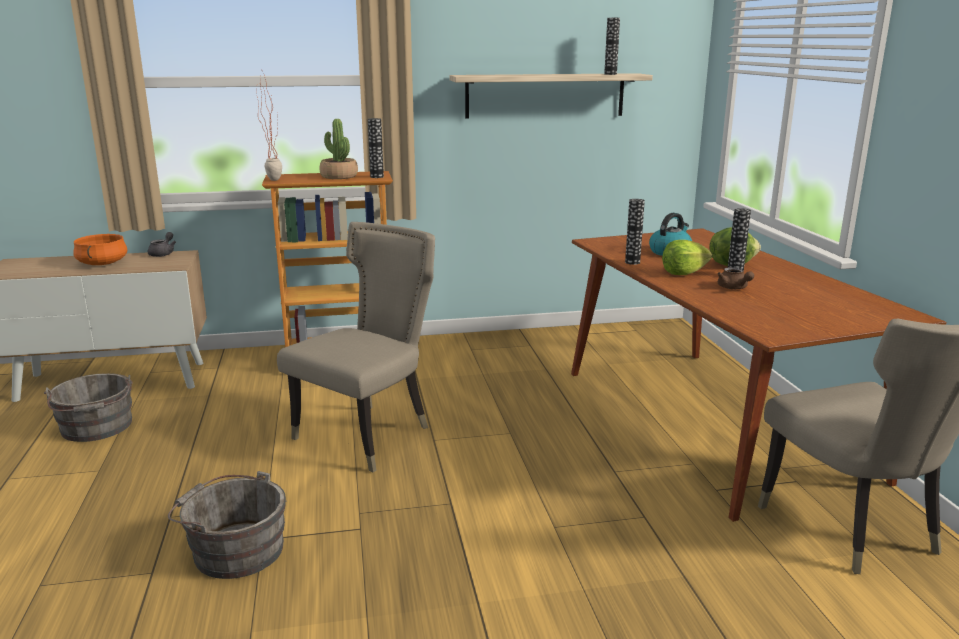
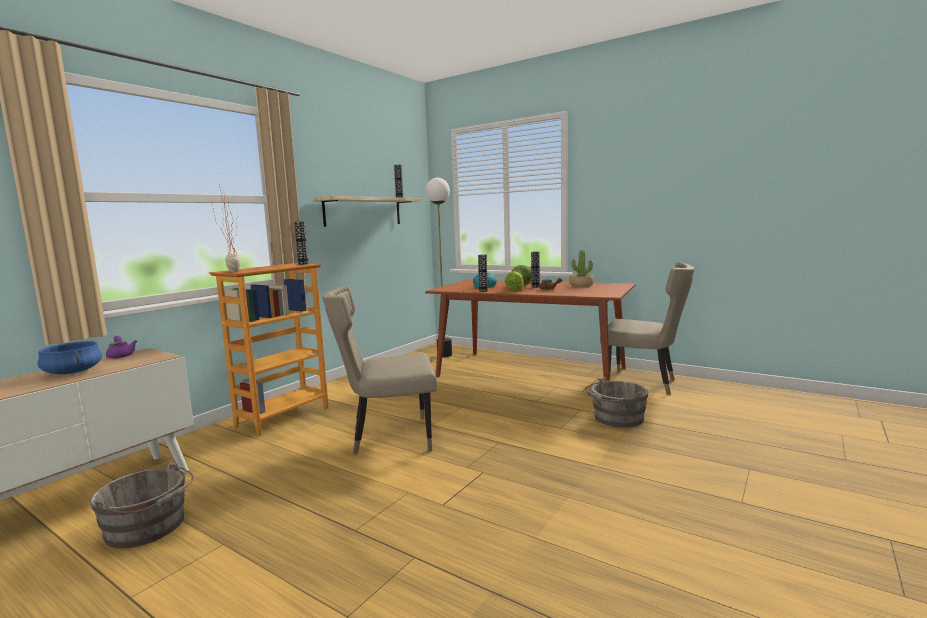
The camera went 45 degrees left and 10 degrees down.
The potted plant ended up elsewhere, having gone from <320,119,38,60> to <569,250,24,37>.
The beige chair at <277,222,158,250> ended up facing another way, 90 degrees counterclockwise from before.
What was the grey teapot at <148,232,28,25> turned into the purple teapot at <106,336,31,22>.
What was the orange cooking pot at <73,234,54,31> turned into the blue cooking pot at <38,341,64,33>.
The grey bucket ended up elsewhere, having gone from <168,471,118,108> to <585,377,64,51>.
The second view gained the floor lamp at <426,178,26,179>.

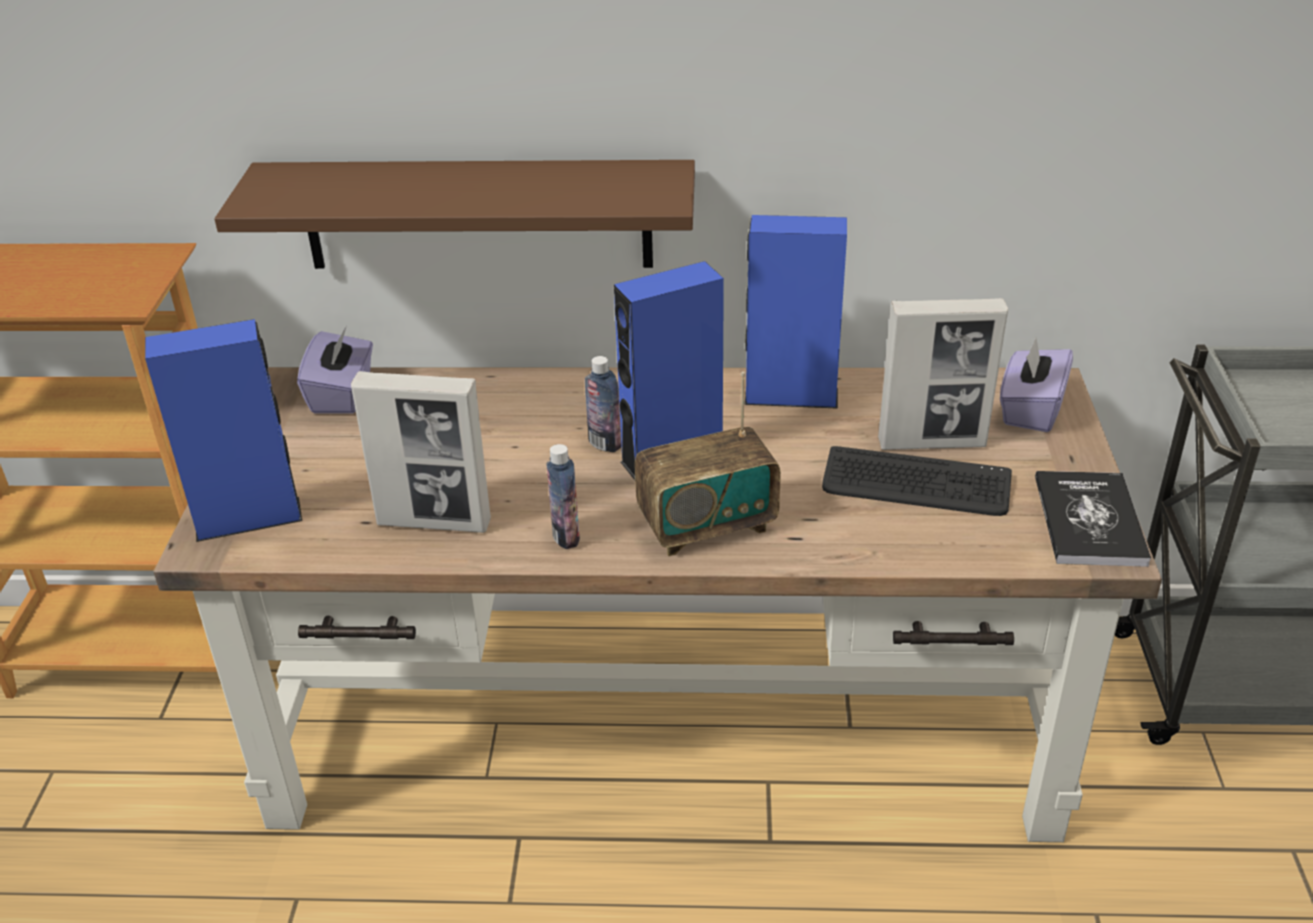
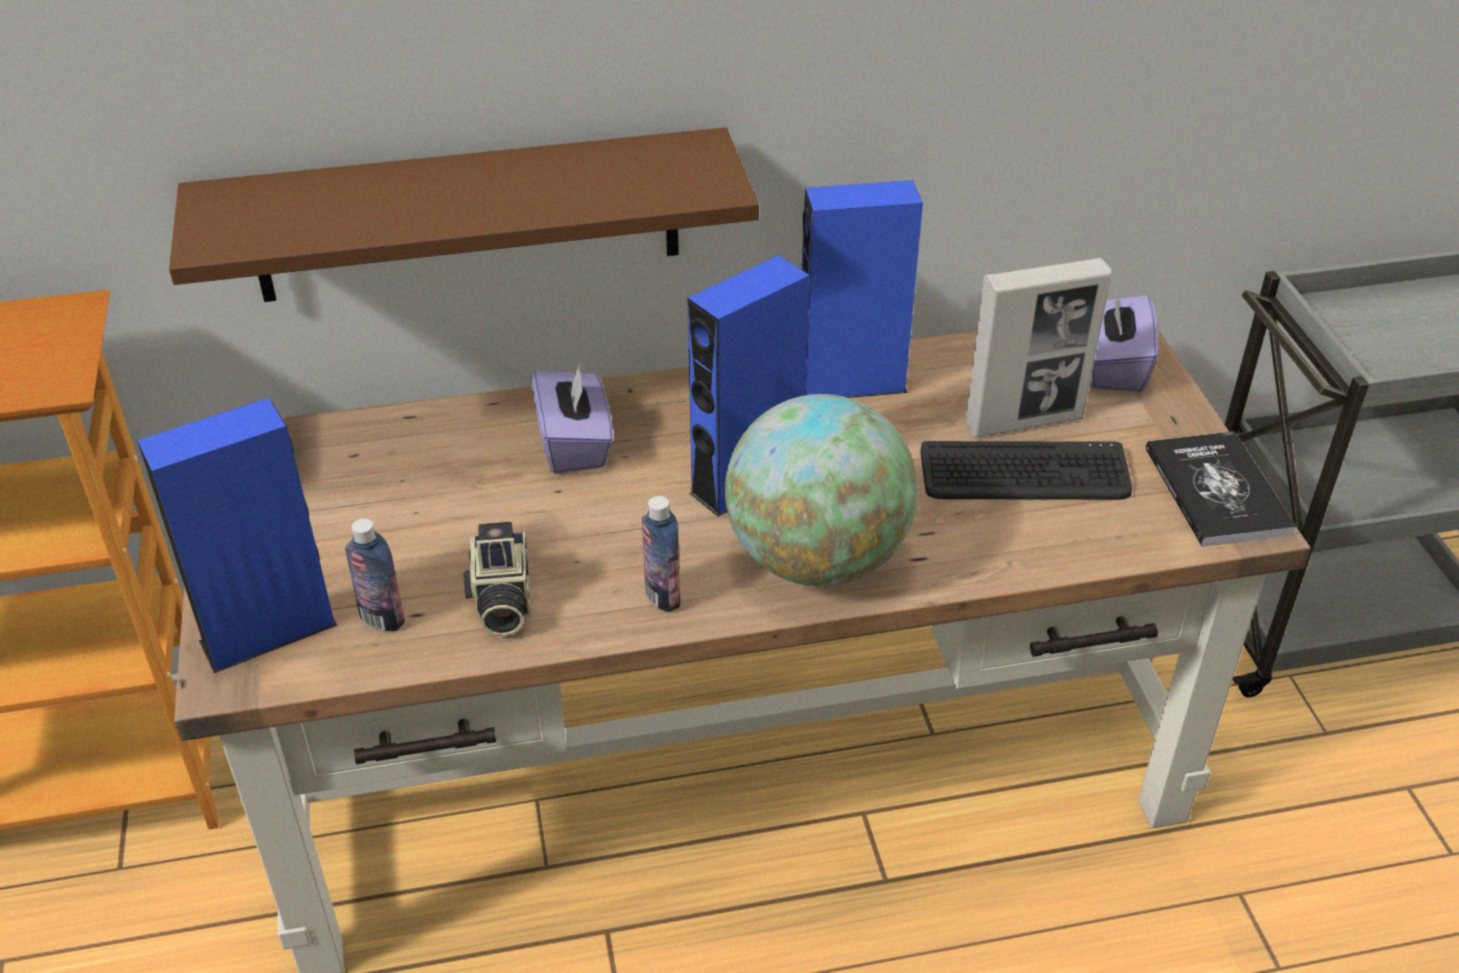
The camera went 15 degrees left and 5 degrees up.
The purple tissue box ended up elsewhere, having gone from <297,327,76,87> to <532,363,81,111>.
The bottle ended up elsewhere, having gone from <585,356,36,96> to <345,518,60,113>.
Where the picture frame stood at <351,371,140,162>, the photo camera came to stand at <463,522,68,114>.
Where the radio stood at <635,372,146,184>, the globe came to stand at <725,394,193,193>.

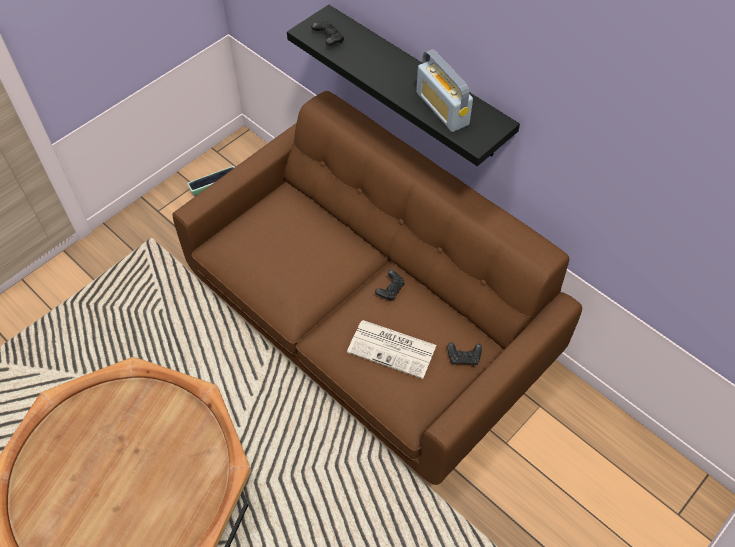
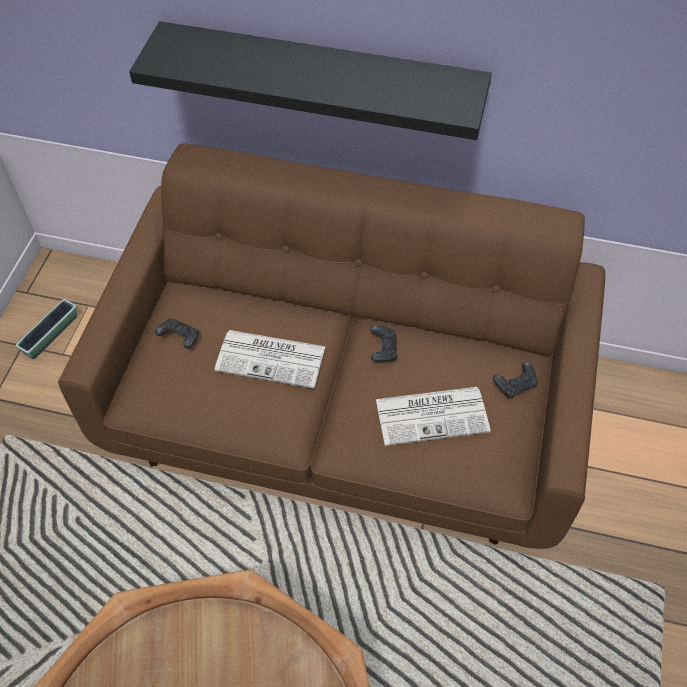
The camera went 30 degrees left and 0 degrees up.
The black game controller ended up elsewhere, having gone from <311,21,33,25> to <155,318,44,31>.
The second view lost the radio at <416,49,57,83>.
The second view gained the newspaper at <214,330,112,59>.

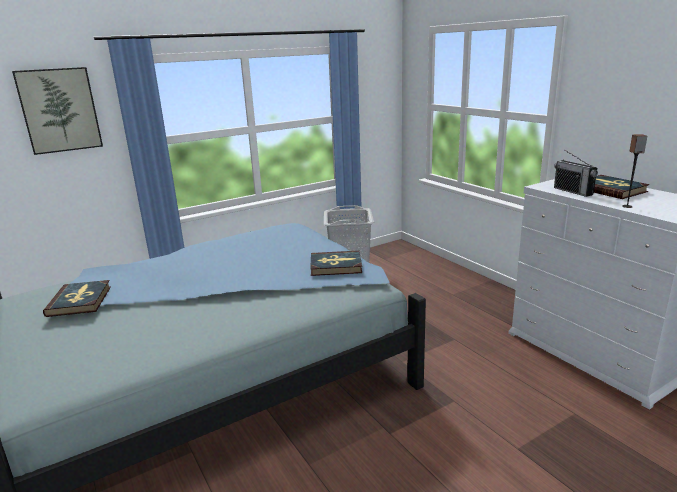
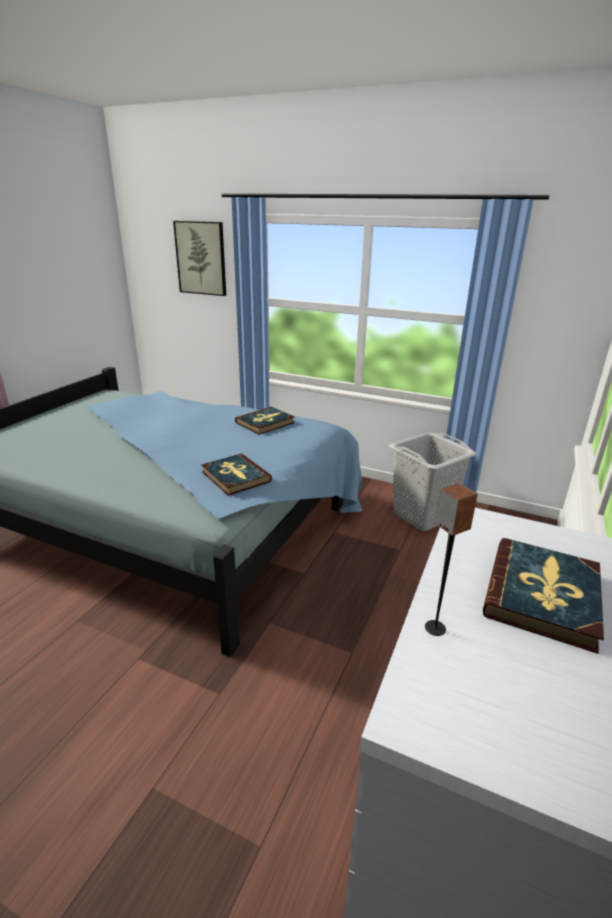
The camera went 55 degrees right and 5 degrees up.
The second view lost the radio at <554,150,44,47>.
The book ended up elsewhere, having gone from <43,280,68,37> to <235,407,60,28>.

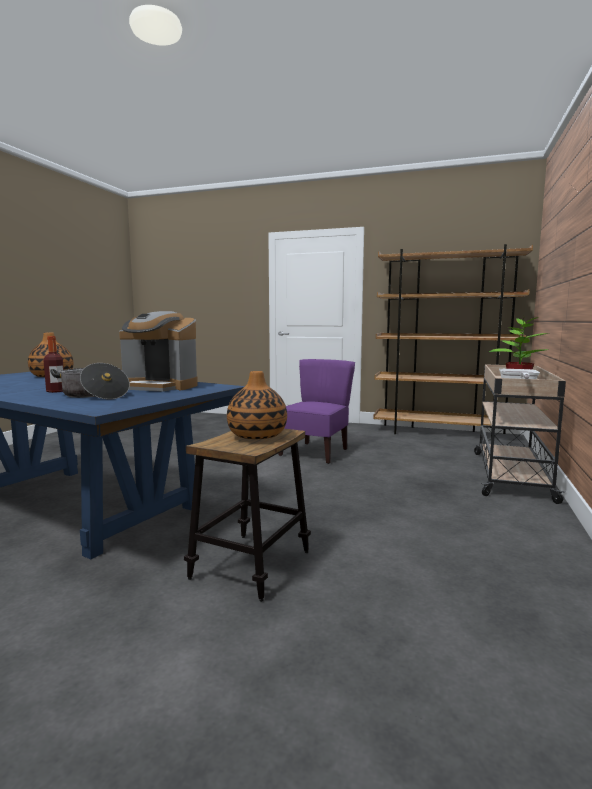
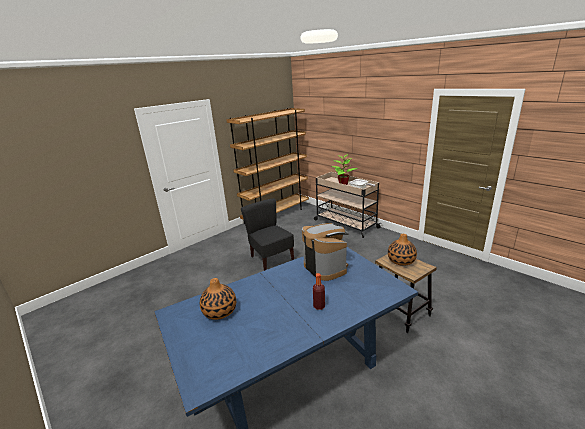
The camera went 60 degrees left and 15 degrees up.
The coffee machine at <119,311,79,81> ended up facing another way, 75 degrees counterclockwise from before.
What was the purple chair at <278,359,77,105> turned into the black chair at <241,198,53,73>.
The second view lost the cooking pot at <50,363,80,36>.

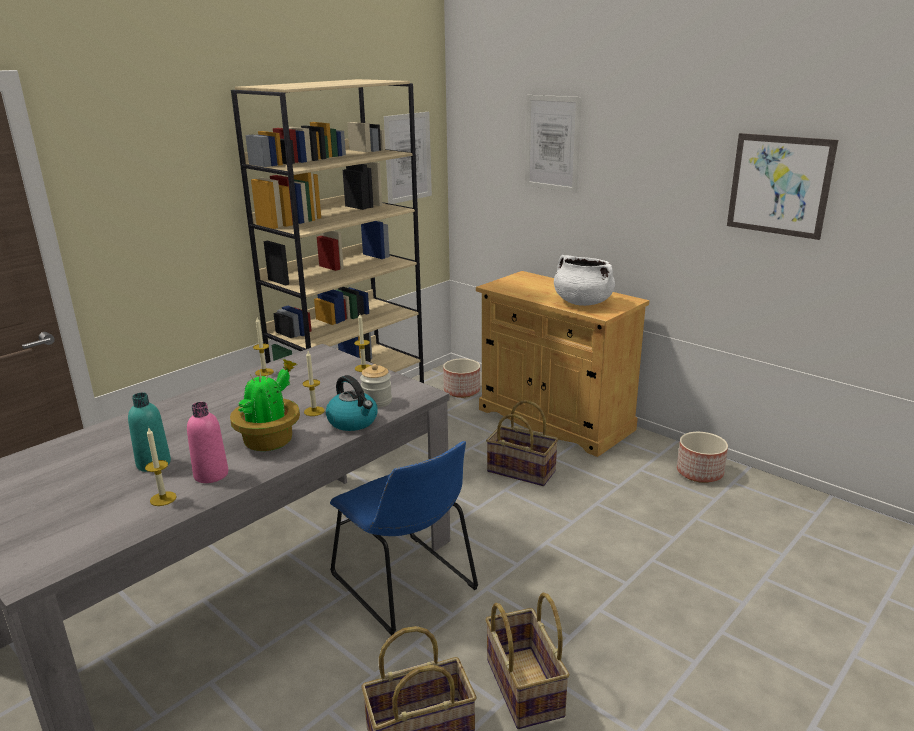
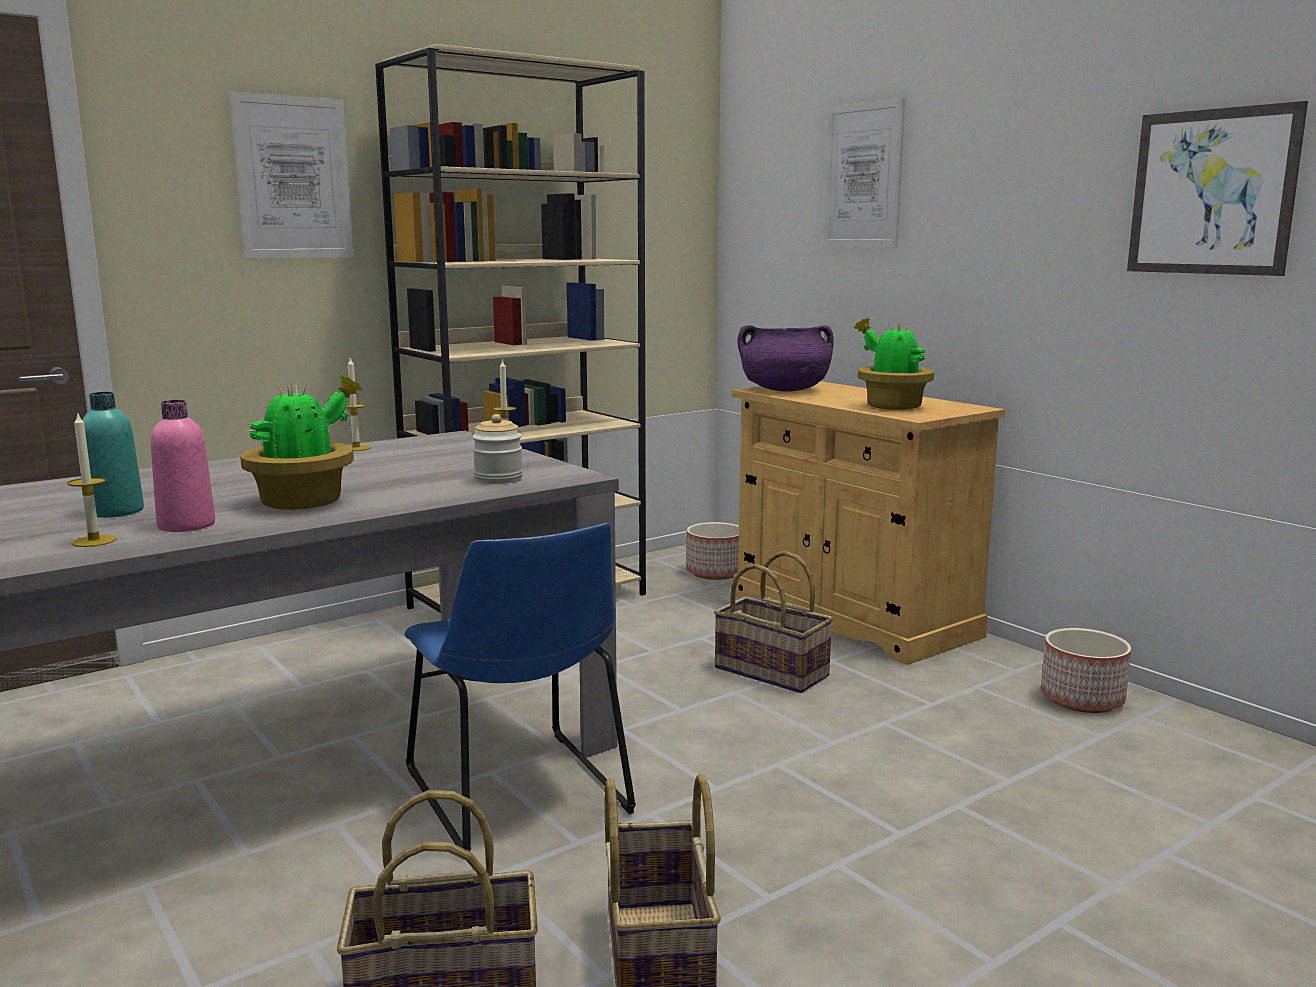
The camera went 10 degrees right and 10 degrees down.
The picture ended up elsewhere, having gone from <384,112,48,92> to <229,92,125,167>.
Where the white cooking pot stood at <554,255,61,51>, the potted plant came to stand at <854,318,80,92>.
The second view lost the candle at <303,351,22,65>.
The second view lost the kettle at <326,375,52,56>.
The second view gained the purple cooking pot at <737,325,97,67>.

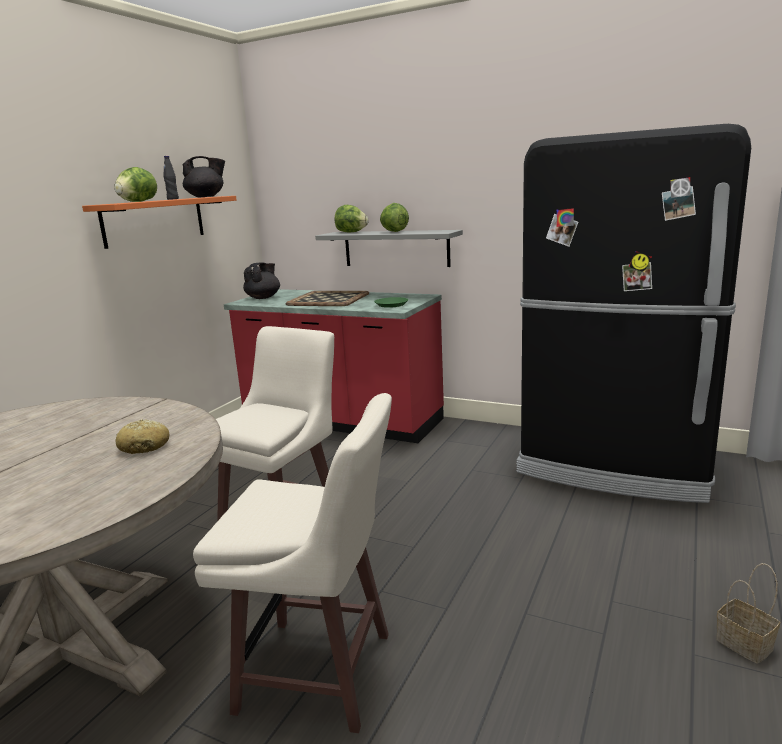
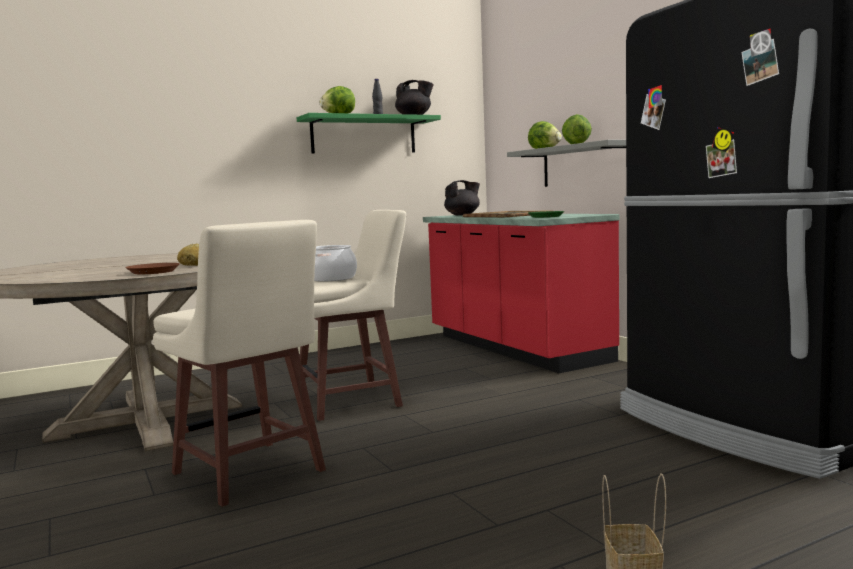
The camera went 35 degrees right and 10 degrees down.
What was the orange shelf at <82,196,155,53> turned into the green shelf at <297,113,144,41>.
The second view gained the cooking pot at <314,245,43,36>.
The second view gained the brown plate at <125,263,55,11>.

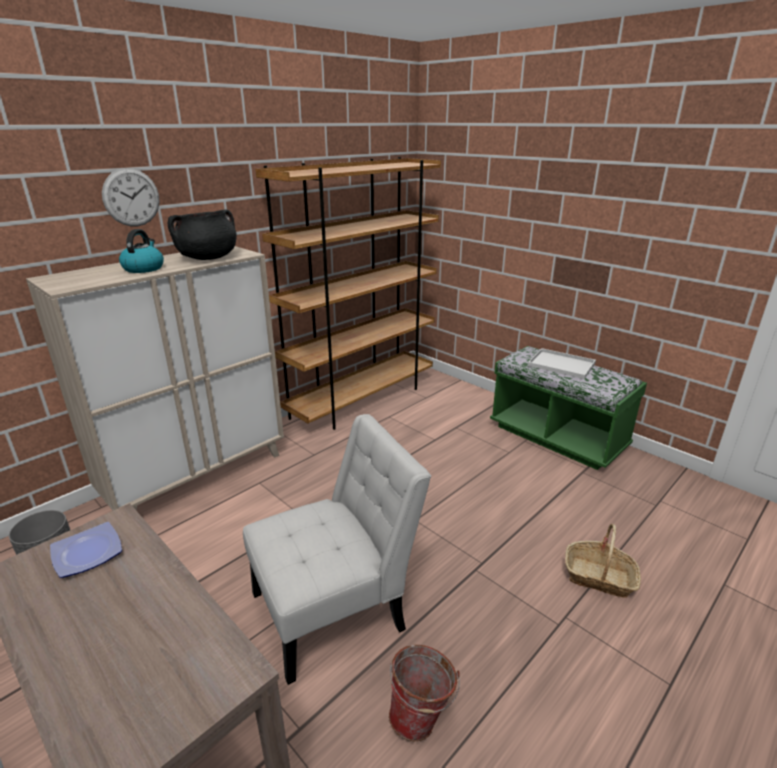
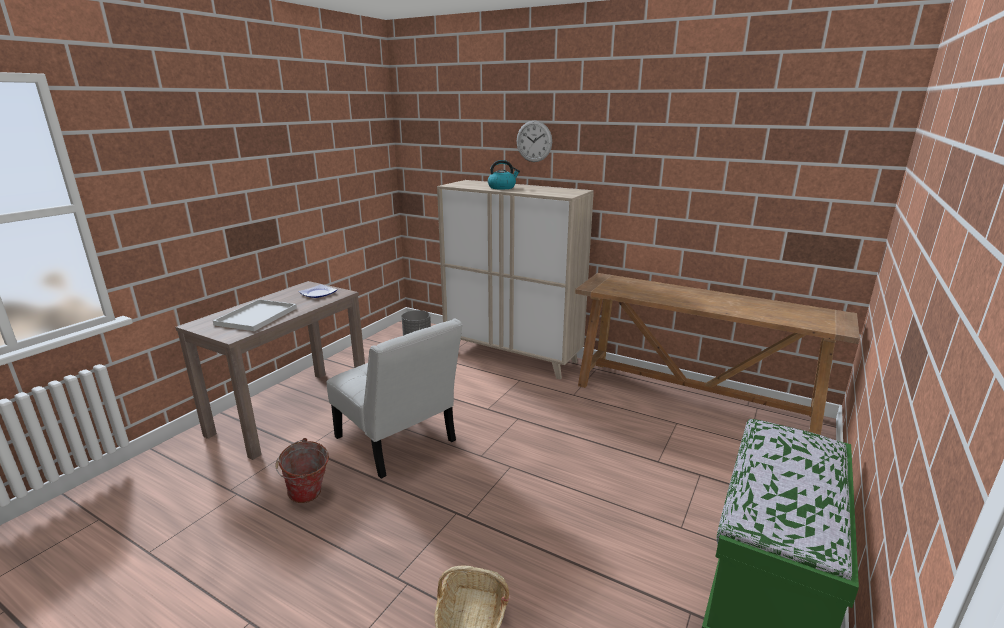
The camera went 75 degrees right and 5 degrees down.
Where the brown bookcase stood at <255,157,186,273>, the brown console table came to stand at <575,273,285,162>.
The second view lost the black cooking pot at <168,209,69,51>.
The white tray ended up elsewhere, having gone from <528,348,68,31> to <213,299,84,32>.

